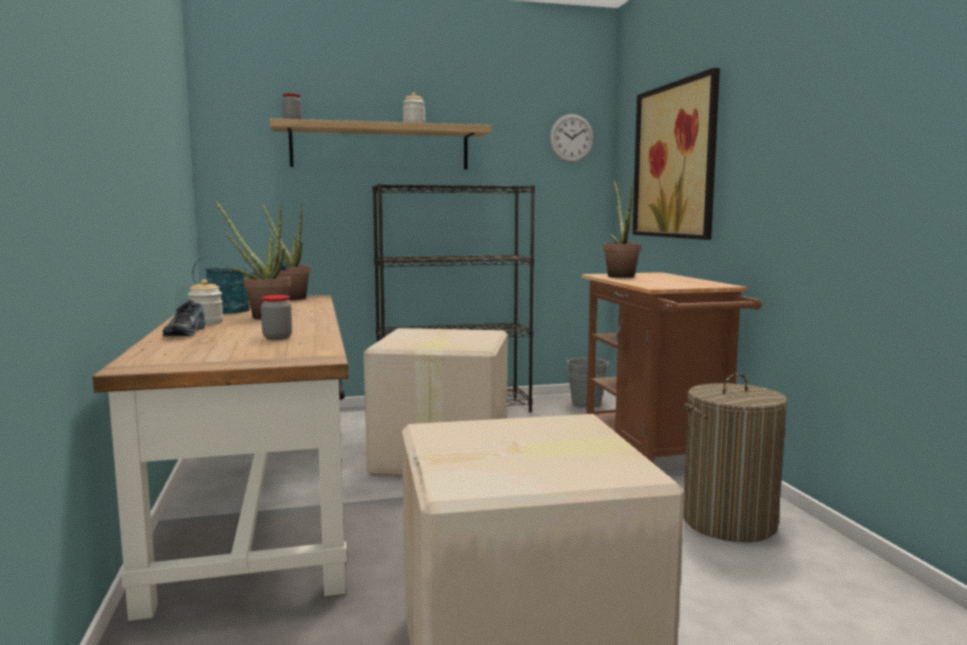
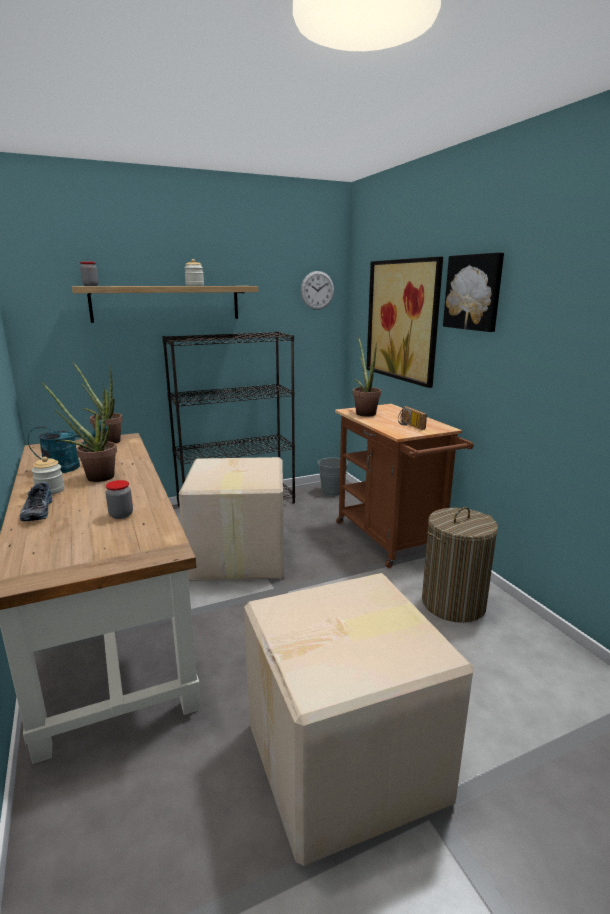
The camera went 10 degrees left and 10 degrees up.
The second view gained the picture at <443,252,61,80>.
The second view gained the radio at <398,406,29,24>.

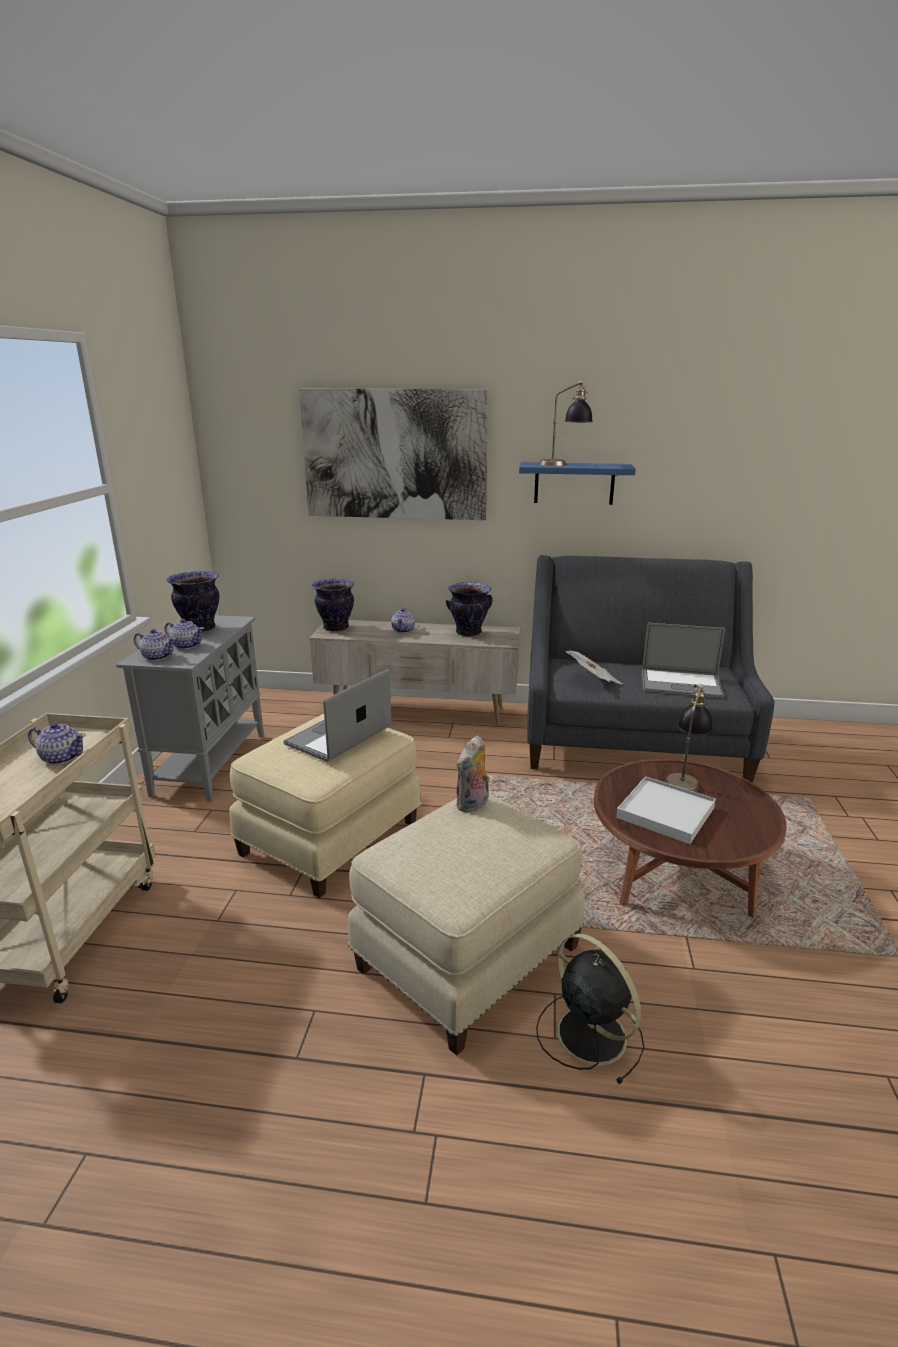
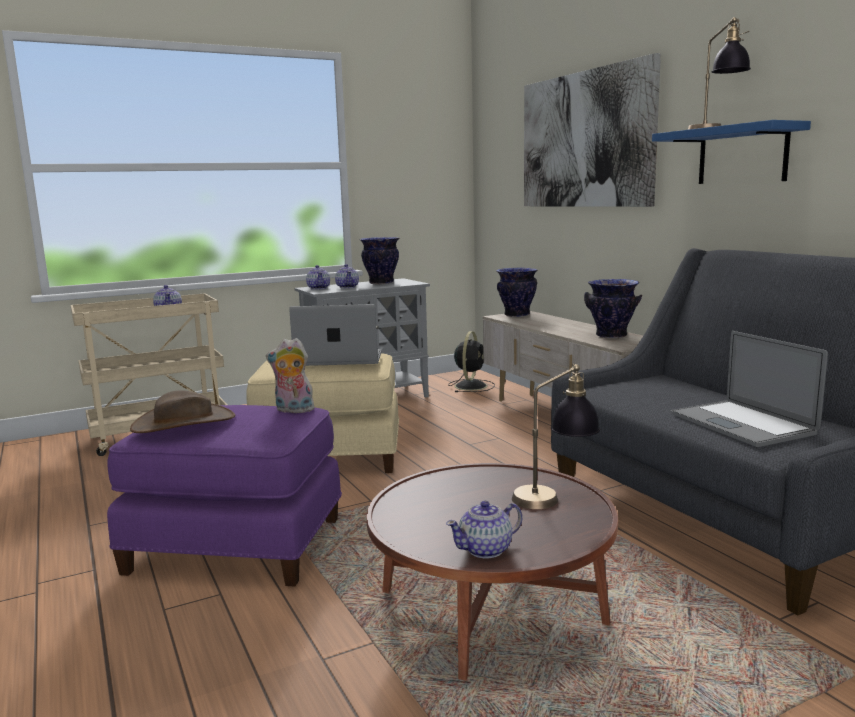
The camera went 55 degrees right and 10 degrees down.
The teapot ended up elsewhere, having gone from <391,608,24,25> to <446,501,76,57>.
The second view lost the newspaper at <565,650,58,34>.
The second view lost the white tray at <616,776,100,68>.
What was the beige ottoman at <348,795,237,261> turned into the purple ottoman at <107,405,235,182>.
The black fan ended up elsewhere, having gone from <536,934,109,150> to <448,331,47,61>.
The second view gained the brown hat at <130,390,106,43>.

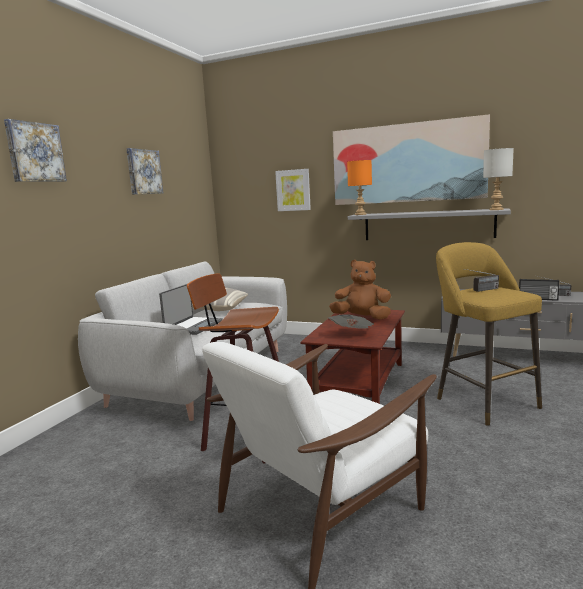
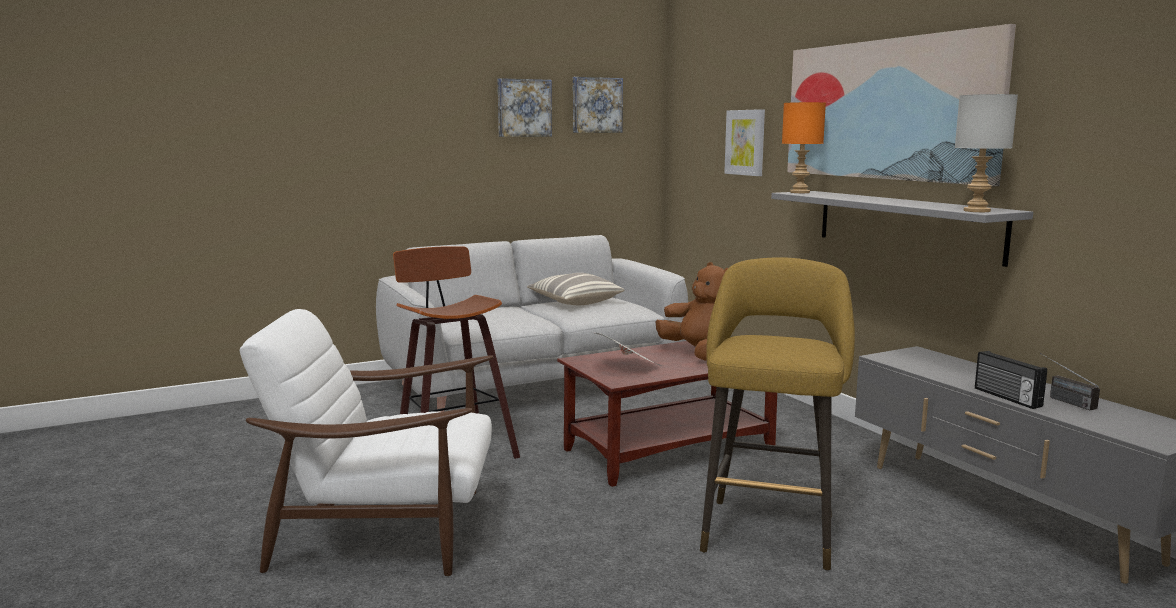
The camera went 40 degrees right and 0 degrees up.
The picture ended up elsewhere, having gone from <4,119,63,63> to <573,77,50,56>.
The second view lost the radio at <465,269,34,23>.
The second view lost the laptop at <159,284,64,51>.

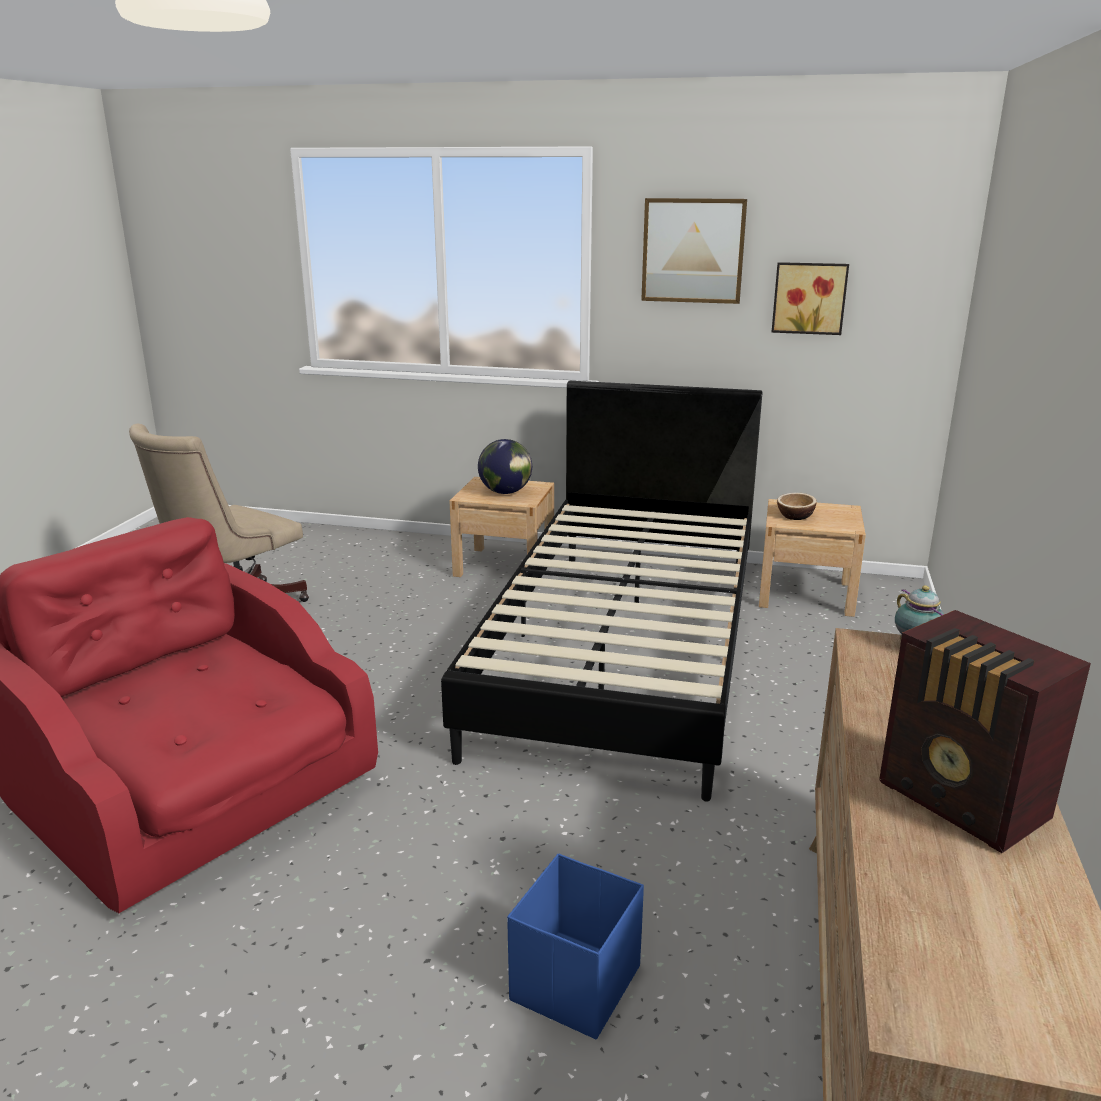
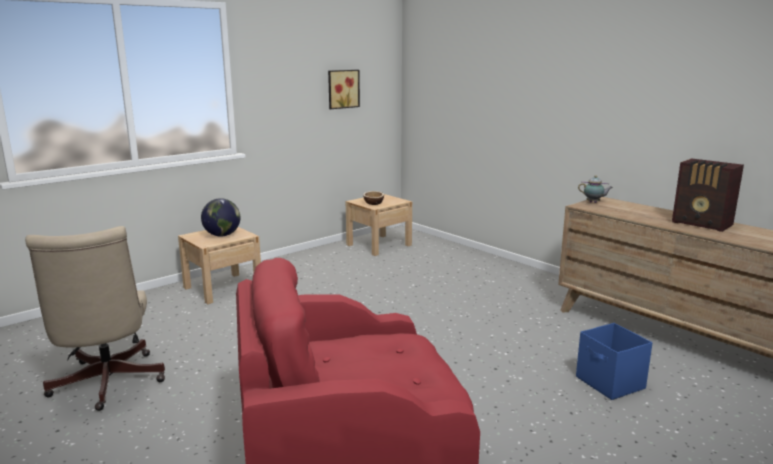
The camera went 55 degrees left and 5 degrees down.
The second view lost the picture at <641,198,106,106>.
The second view lost the black bed at <441,381,322,421>.
The radio at <879,610,212,243> ended up facing another way, 45 degrees clockwise from before.

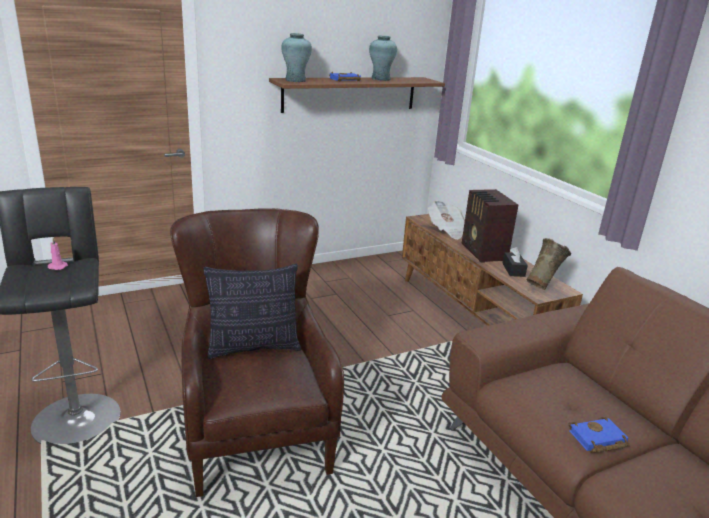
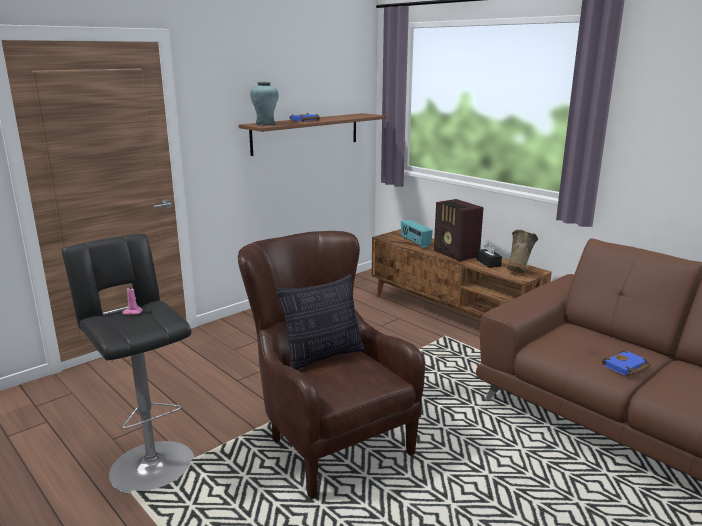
The camera went 15 degrees left and 5 degrees down.
The second view lost the turquoise vase at <369,36,28,45>.
Where the newspaper stood at <428,200,37,40>, the radio came to stand at <401,220,32,28>.

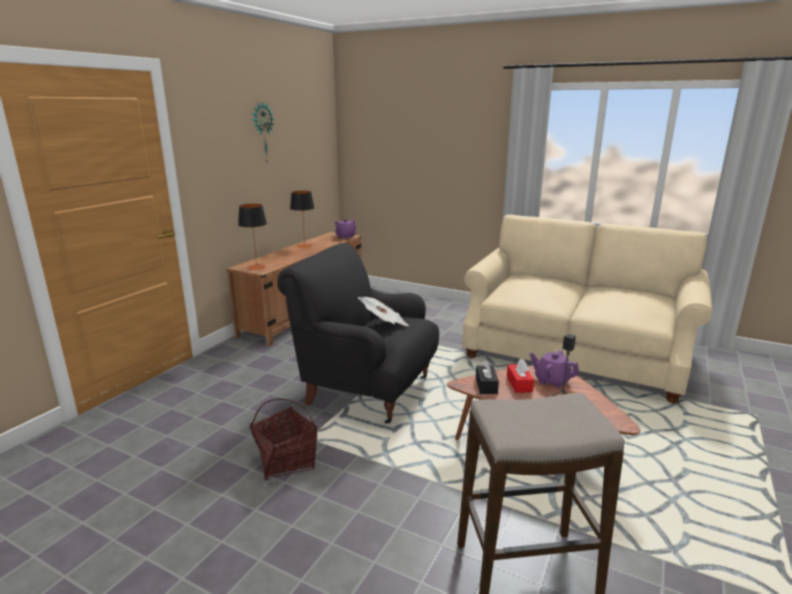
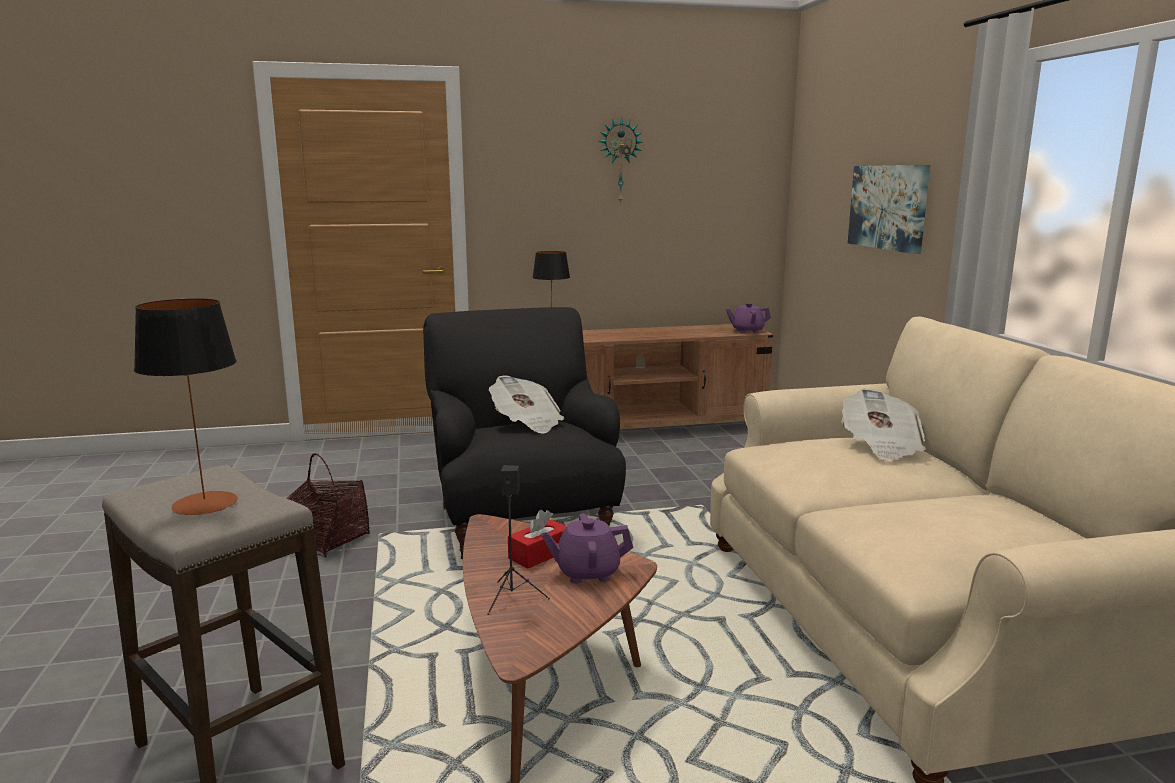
The camera went 50 degrees right and 5 degrees down.
The table lamp ended up elsewhere, having gone from <290,191,25,57> to <134,298,103,217>.
The purple teapot at <530,350,49,38> ended up facing another way, 90 degrees counterclockwise from before.
The second view lost the black tissue box at <476,360,23,34>.
The second view gained the picture at <848,165,82,89>.
The second view gained the newspaper at <842,388,84,73>.

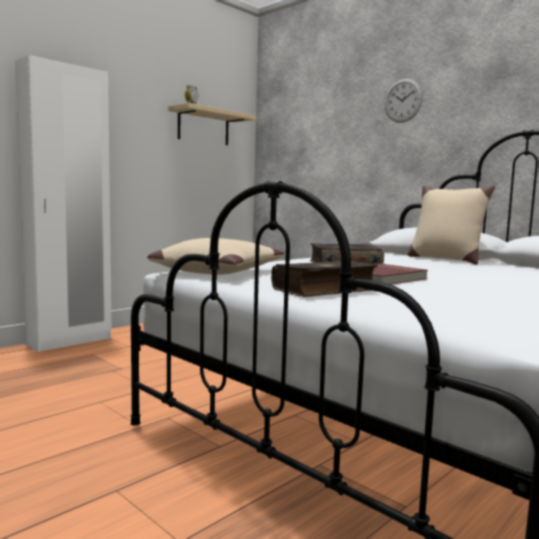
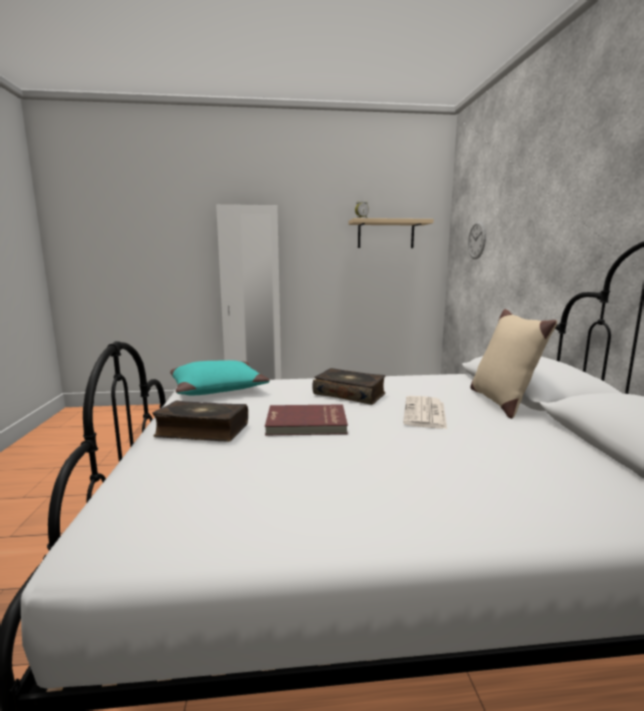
The camera went 40 degrees right and 5 degrees up.
The wall clock ended up elsewhere, having gone from <385,79,38,44> to <468,221,18,38>.
What was the beige pillow at <147,238,137,37> turned into the turquoise pillow at <170,360,100,35>.
The second view gained the newspaper at <403,396,44,33>.

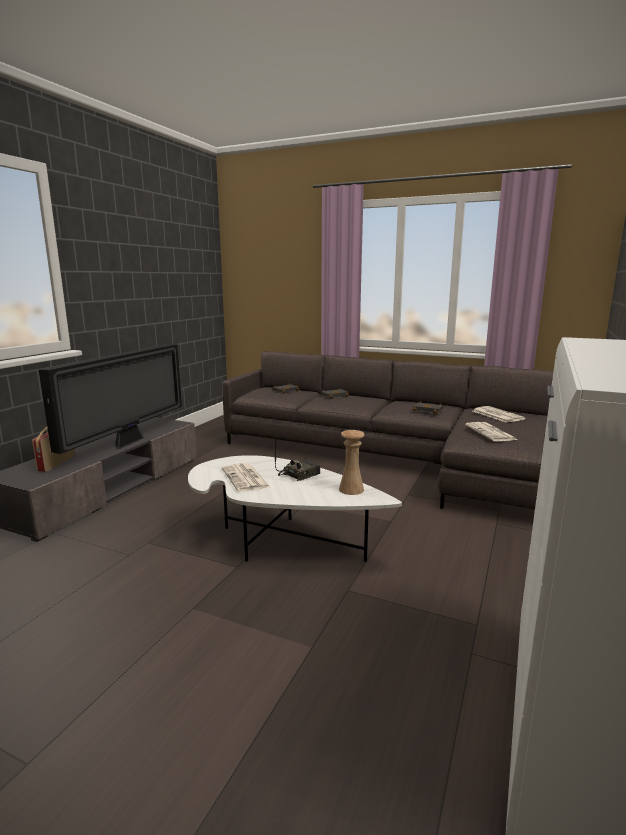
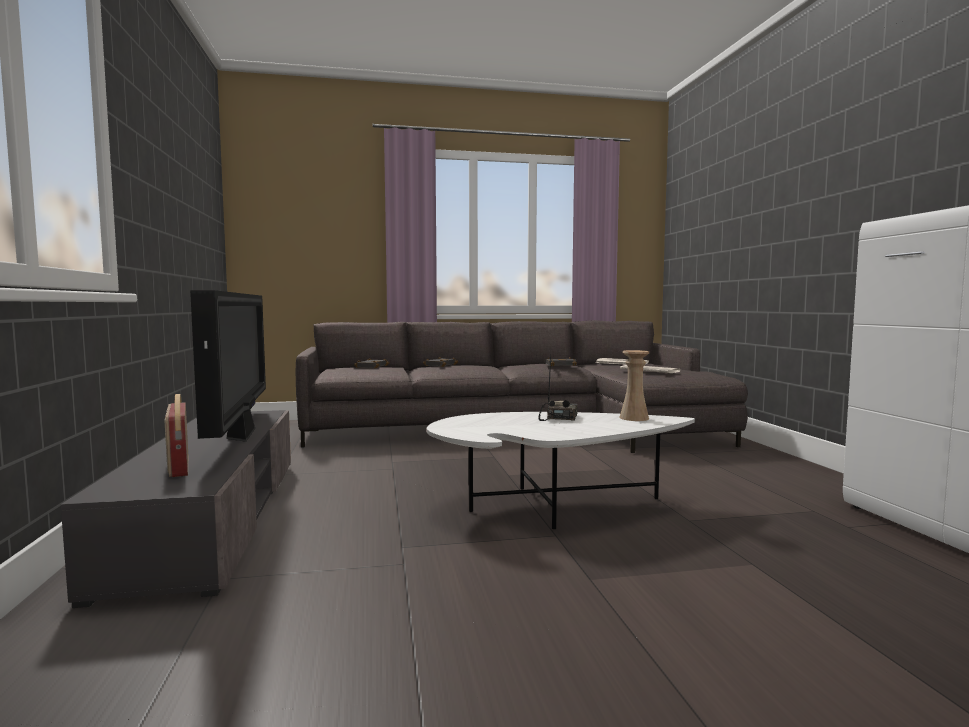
The camera went 35 degrees left and 10 degrees down.
The second view lost the newspaper at <222,463,48,29>.

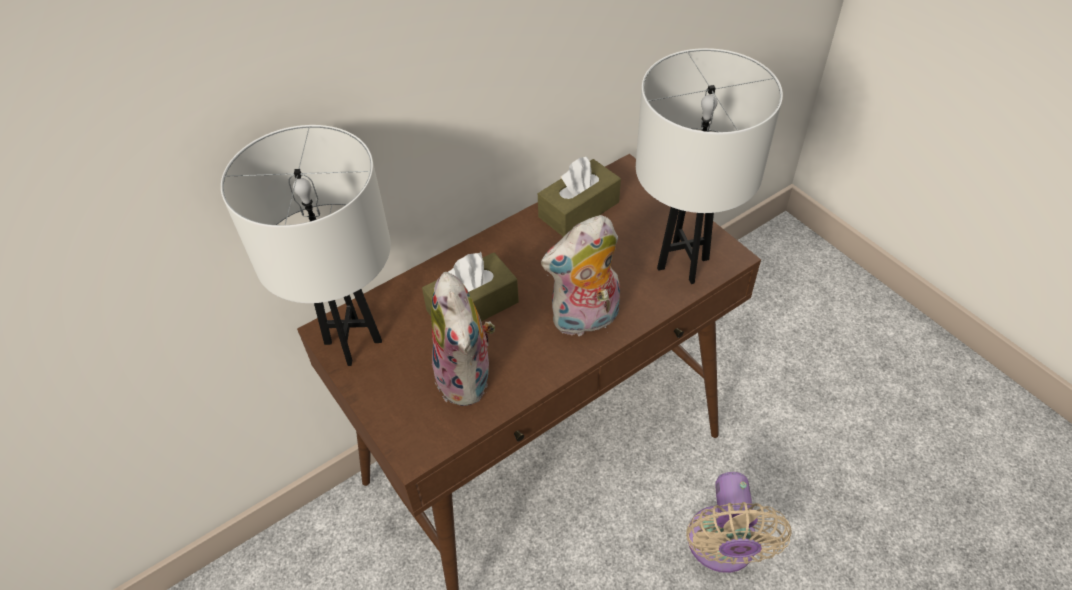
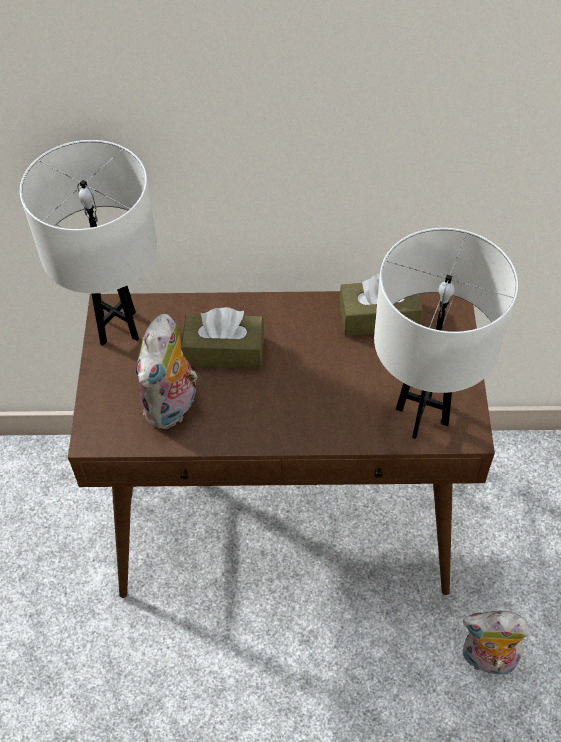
The camera went 35 degrees right and 5 degrees up.
The plush toy ended up elsewhere, having gone from <541,215,79,121> to <462,611,68,65>.
The second view lost the beige fan at <686,472,106,101>.

